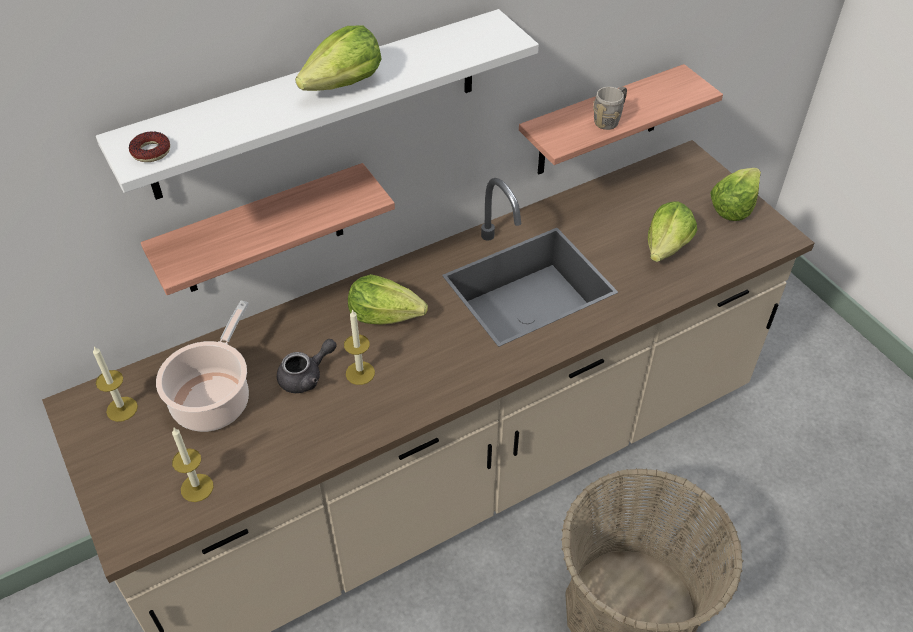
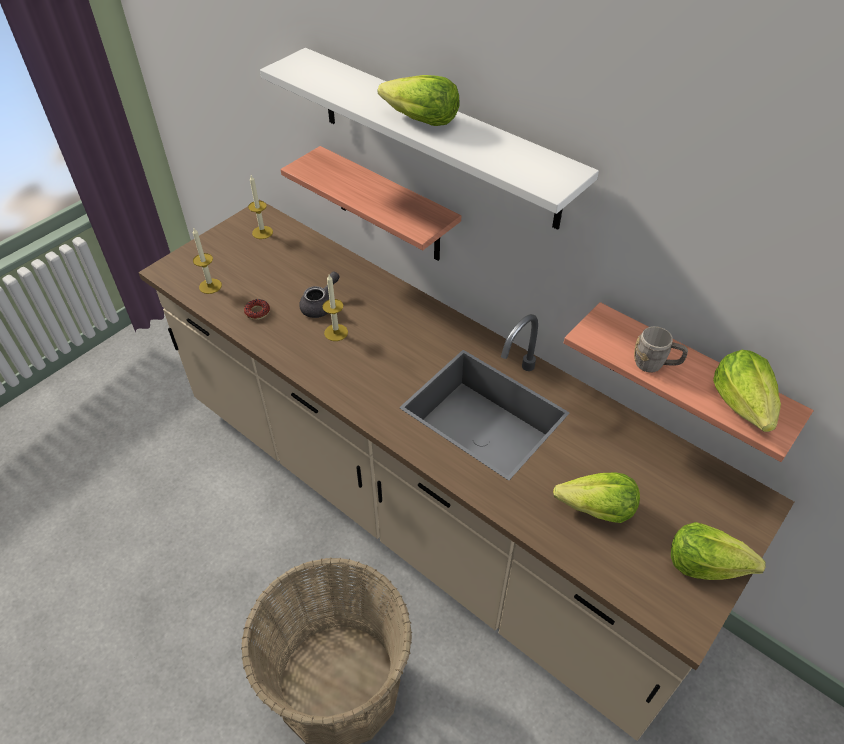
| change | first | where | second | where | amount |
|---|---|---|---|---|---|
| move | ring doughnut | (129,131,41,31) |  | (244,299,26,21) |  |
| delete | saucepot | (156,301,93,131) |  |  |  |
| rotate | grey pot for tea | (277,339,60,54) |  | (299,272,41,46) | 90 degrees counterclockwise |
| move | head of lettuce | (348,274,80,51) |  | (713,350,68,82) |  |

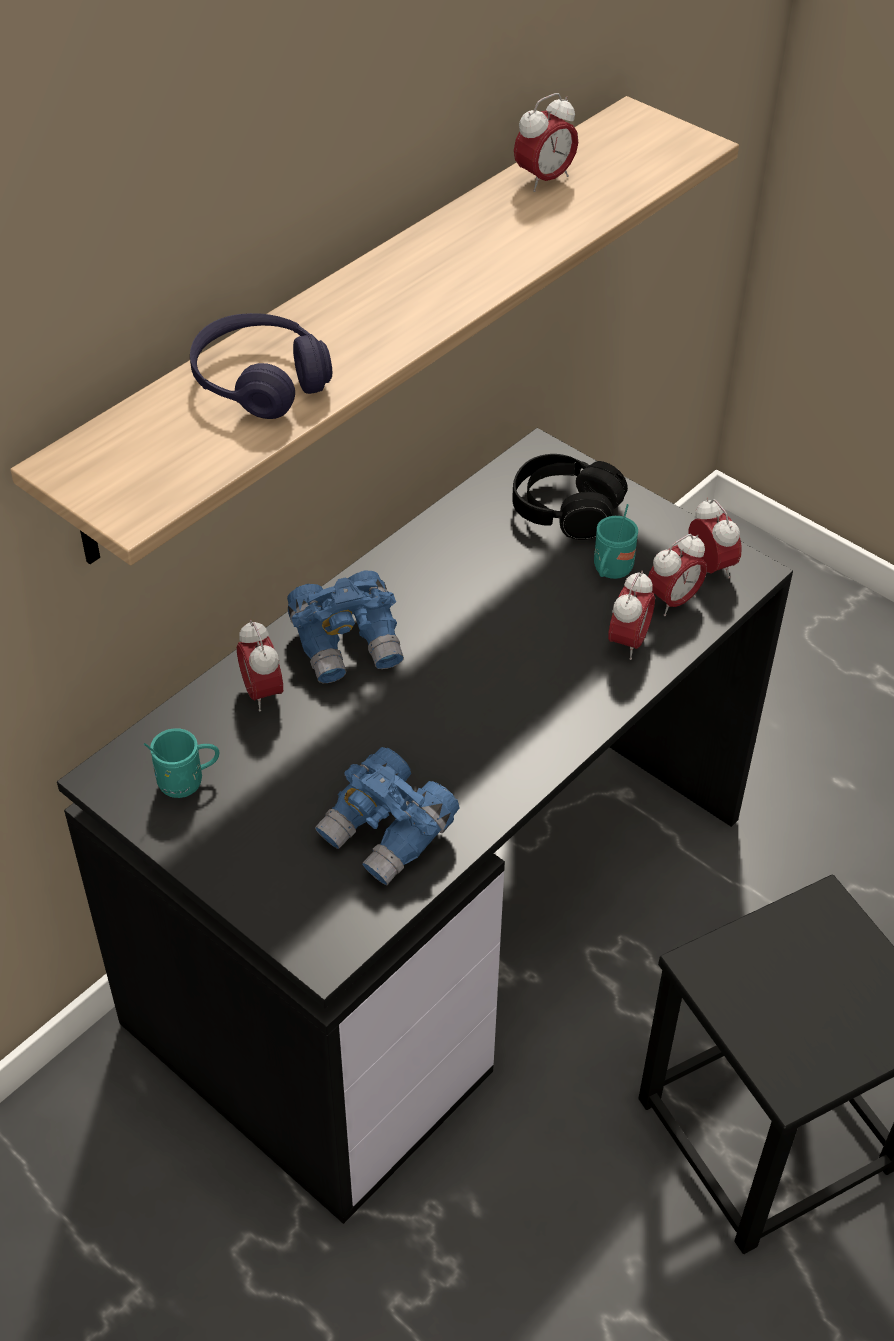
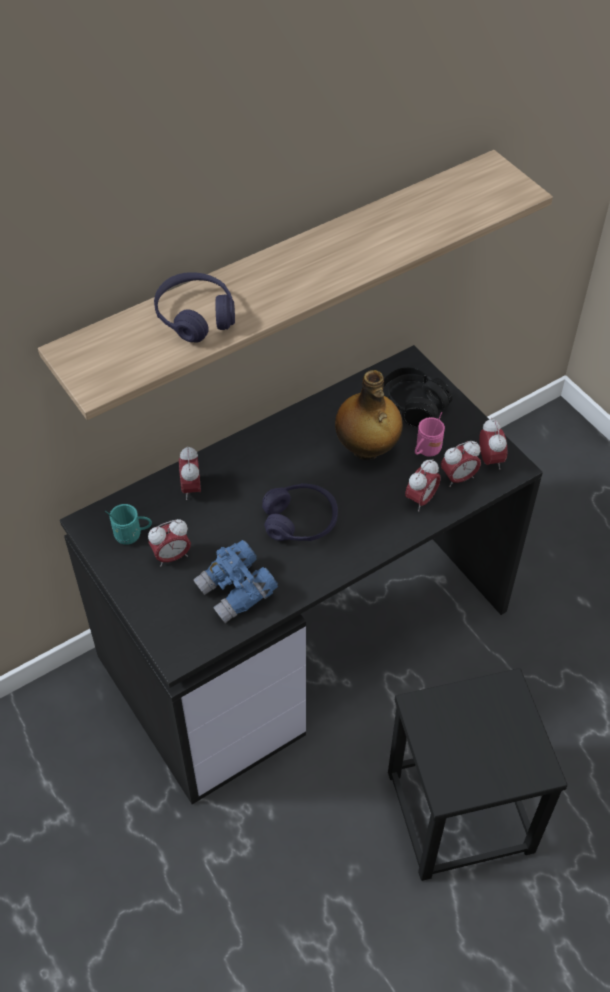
| change | first | where | second | where | amount |
|---|---|---|---|---|---|
| delete | bluish binoculars | (287,570,117,113) |  |  |  |
| move | bedside clock | (514,93,64,99) |  | (148,519,43,48) |  |
| recolor | turquoise-coloured tea mug | (594,504,44,75) | pink tea mug | (415,412,30,45) |  |
| insert |  |  | purple headphones | (262,483,76,58) |  |
| insert |  |  | beverage bottle | (335,370,68,90) |  |

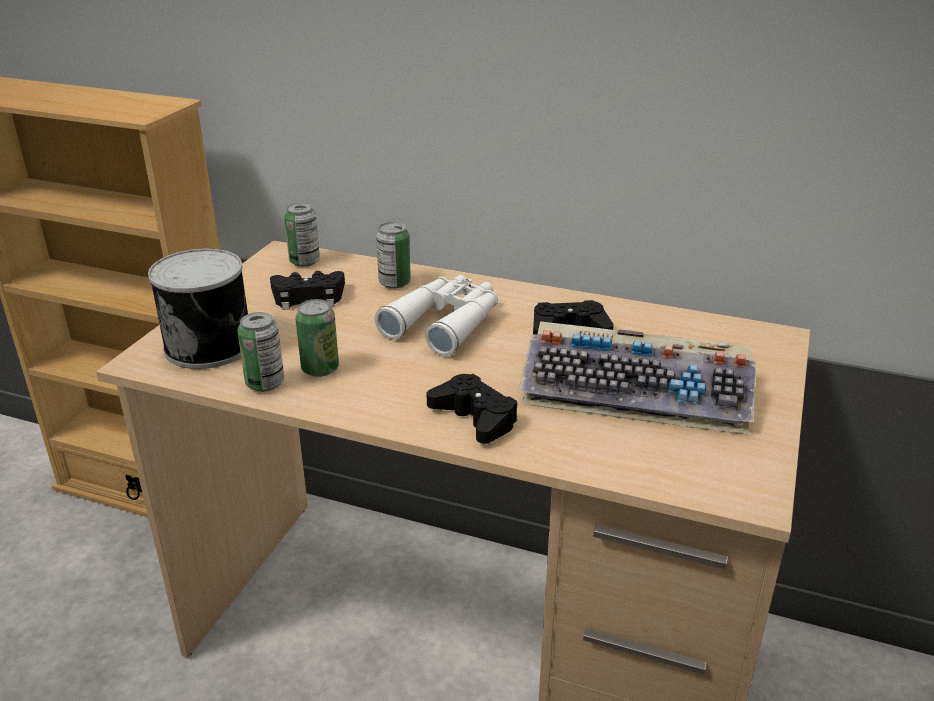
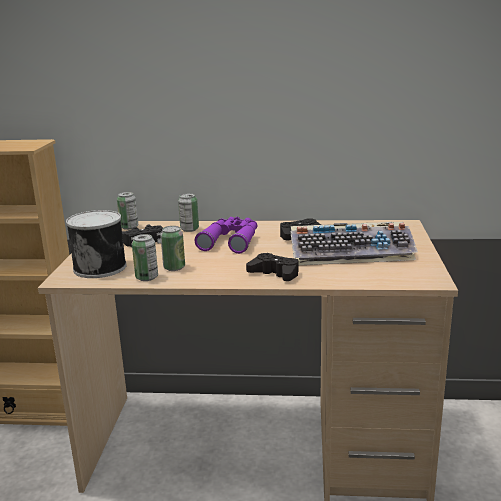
| change | first | where | second | where | amount |
|---|---|---|---|---|---|
| recolor | whitish binoculars | (375,275,123,81) | purple binoculars | (195,217,62,37) |  |

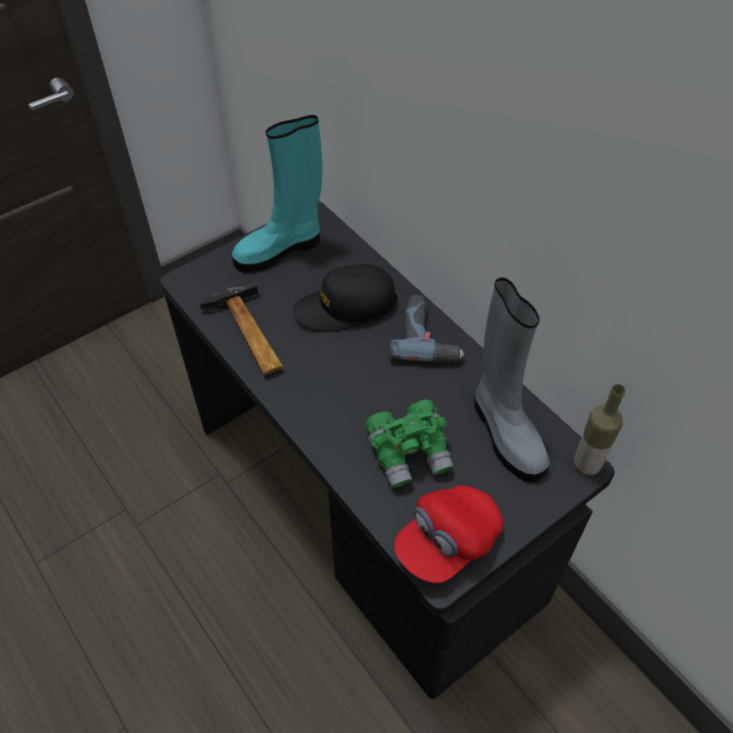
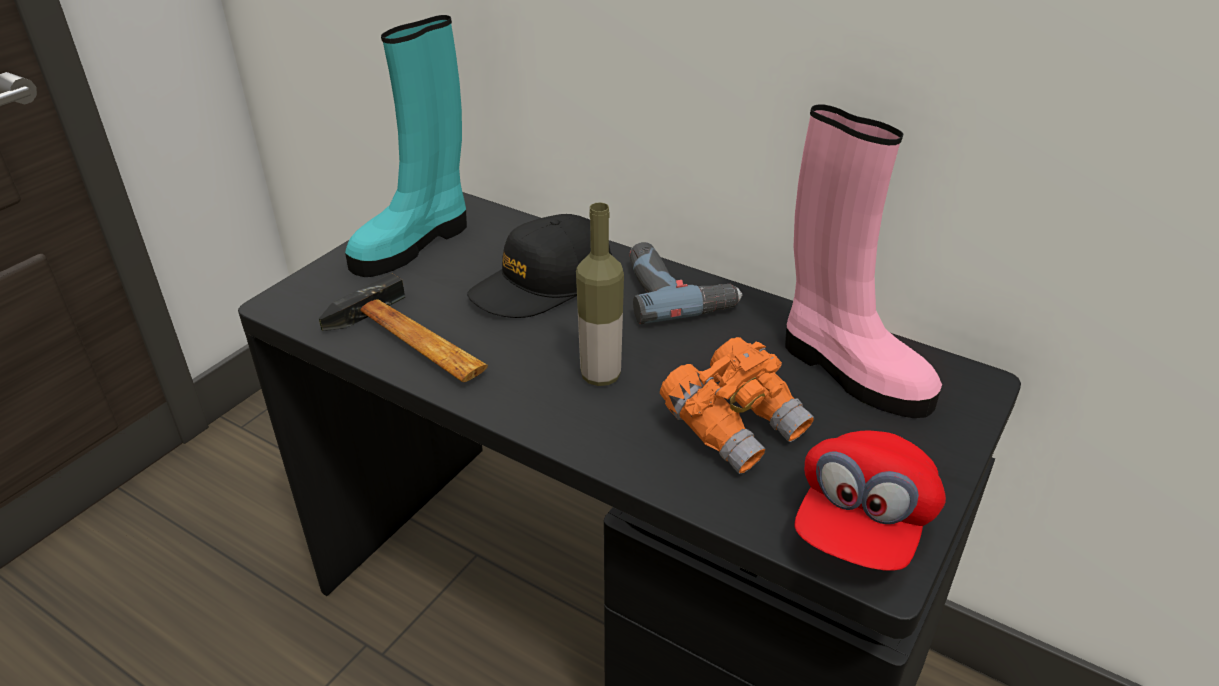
| change | first | where | second | where | amount |
|---|---|---|---|---|---|
| recolor | green-coloured binoculars | (365,399,89,89) | orange binoculars | (660,337,155,137) |  |
| recolor | grey boot | (474,277,76,206) | pink boot | (785,104,157,314) |  |
| move | beverage bottle | (574,384,51,92) |  | (576,202,48,184) |  |

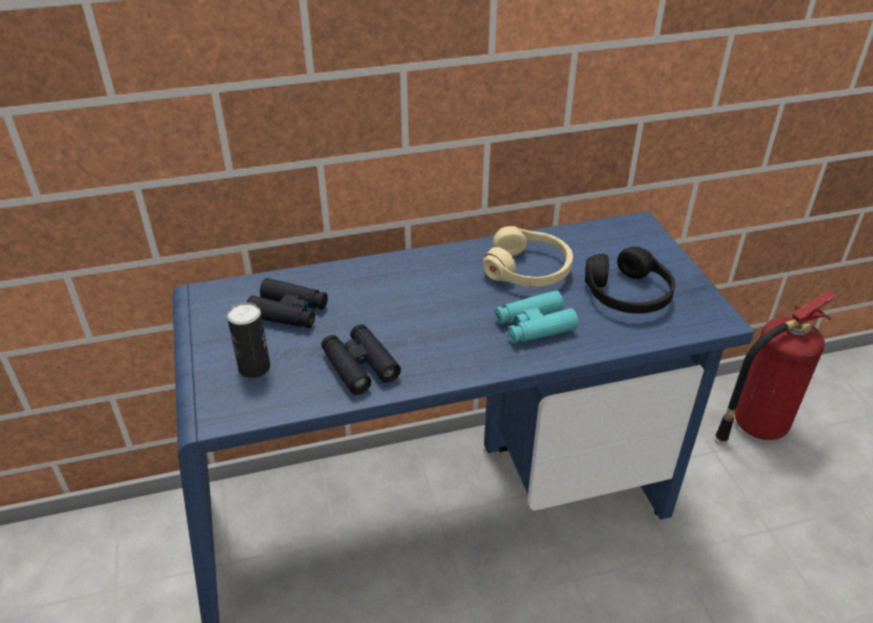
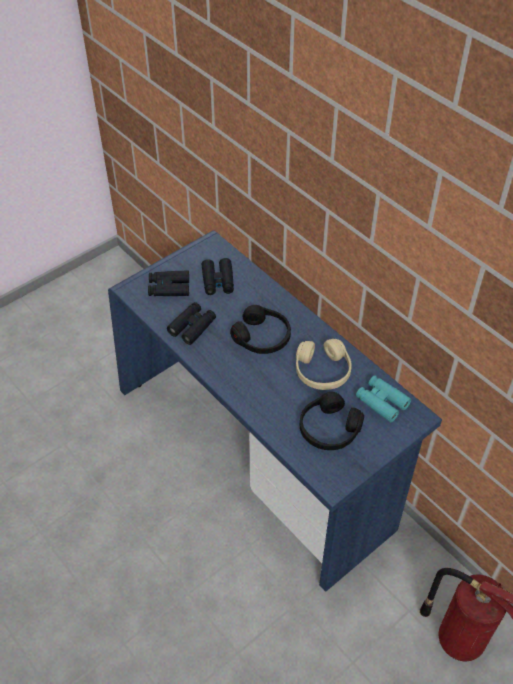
| change | first | where | second | where | amount |
|---|---|---|---|---|---|
| replace | sealed can | (227,302,43,76) | blackish binoculars | (148,270,41,26) |  |
| move | turquoise-coloured binoculars | (495,290,84,54) |  | (356,375,55,47) |  |
| insert |  |  | blackish headphones | (230,305,61,49) |  |

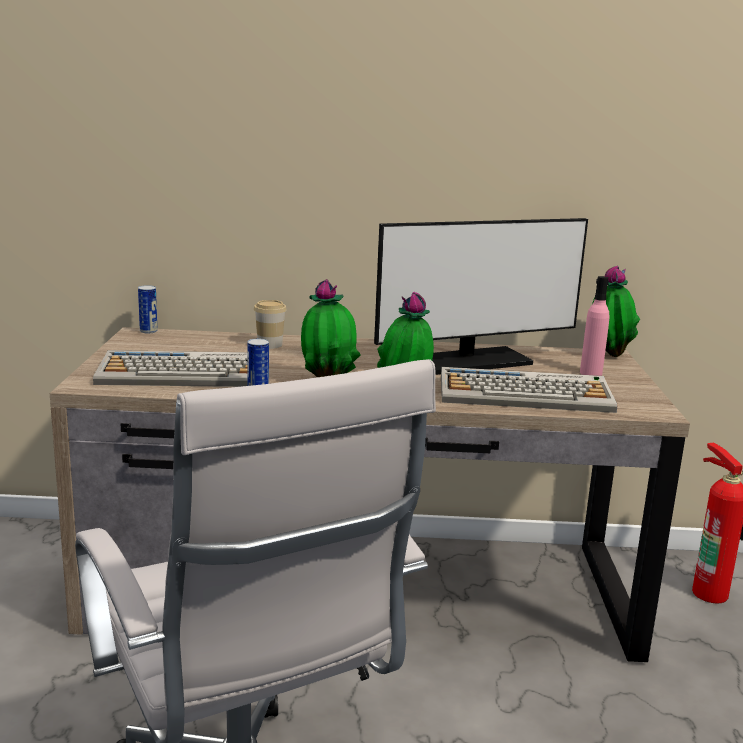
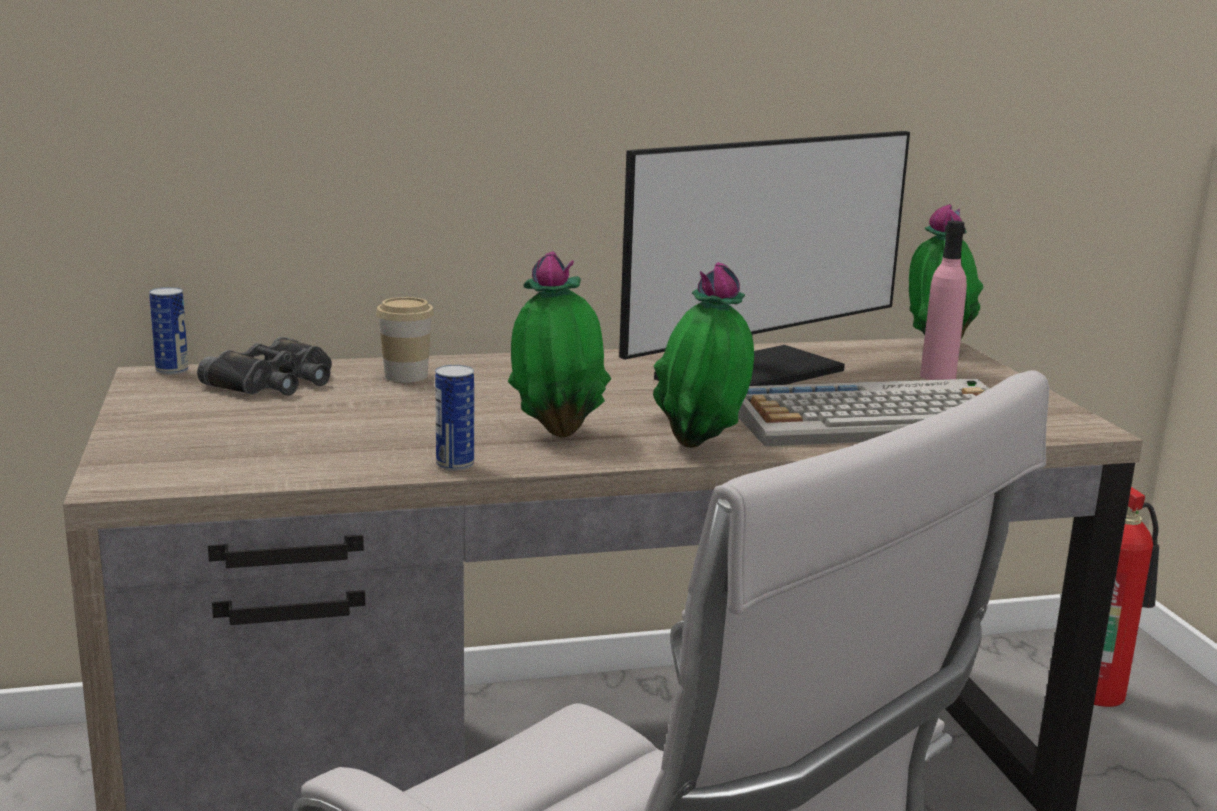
| change | first | where | second | where | amount |
|---|---|---|---|---|---|
| delete | computer keyboard | (93,350,155,37) |  |  |  |
| insert |  |  | blackish binoculars | (197,337,135,59) |  |

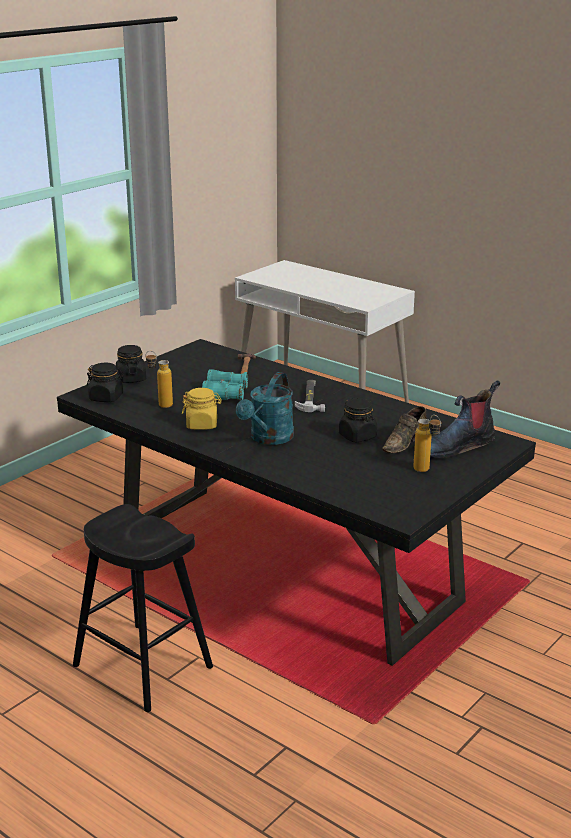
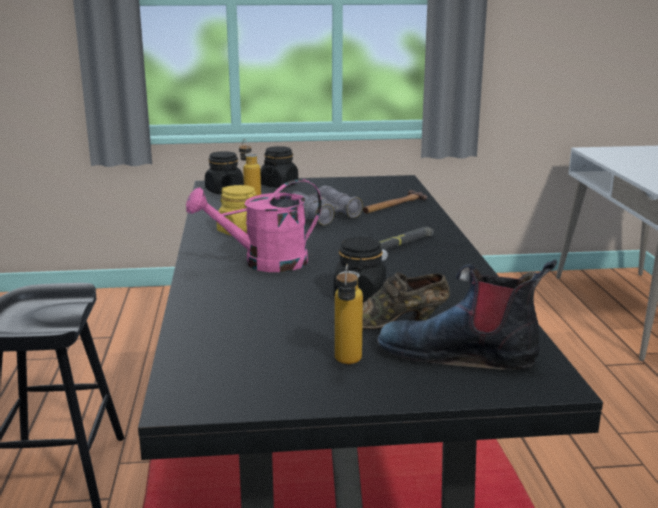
| change | first | where | second | where | amount |
|---|---|---|---|---|---|
| recolor | turquoise-coloured binoculars | (202,369,46,32) | grey binoculars | (293,185,70,40) |  |
| recolor | turquoise-coloured watering pot | (236,372,58,73) | pink watering pot | (186,179,136,93) |  |

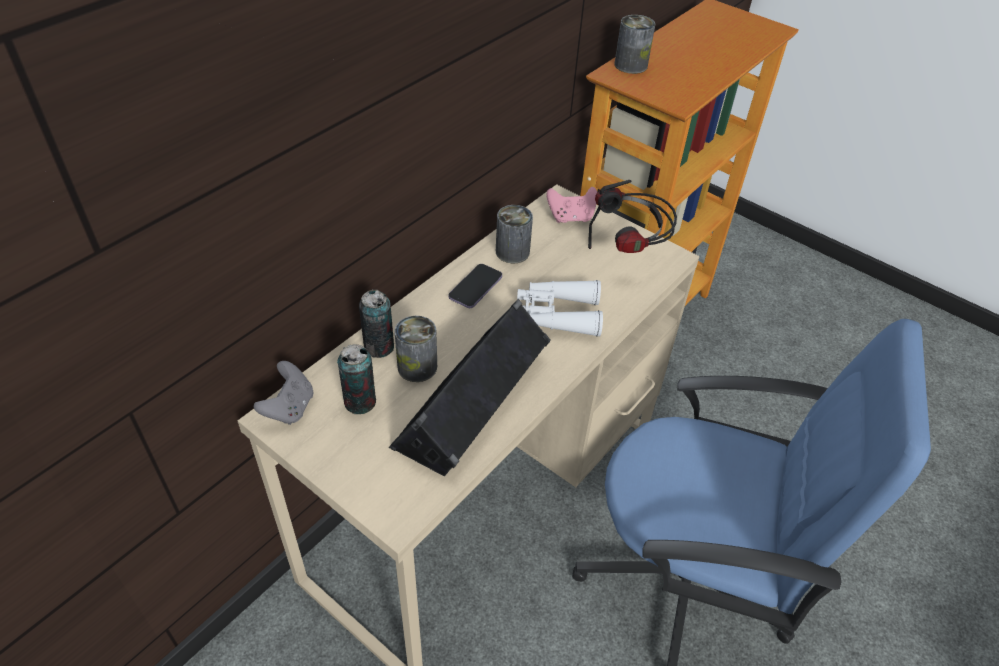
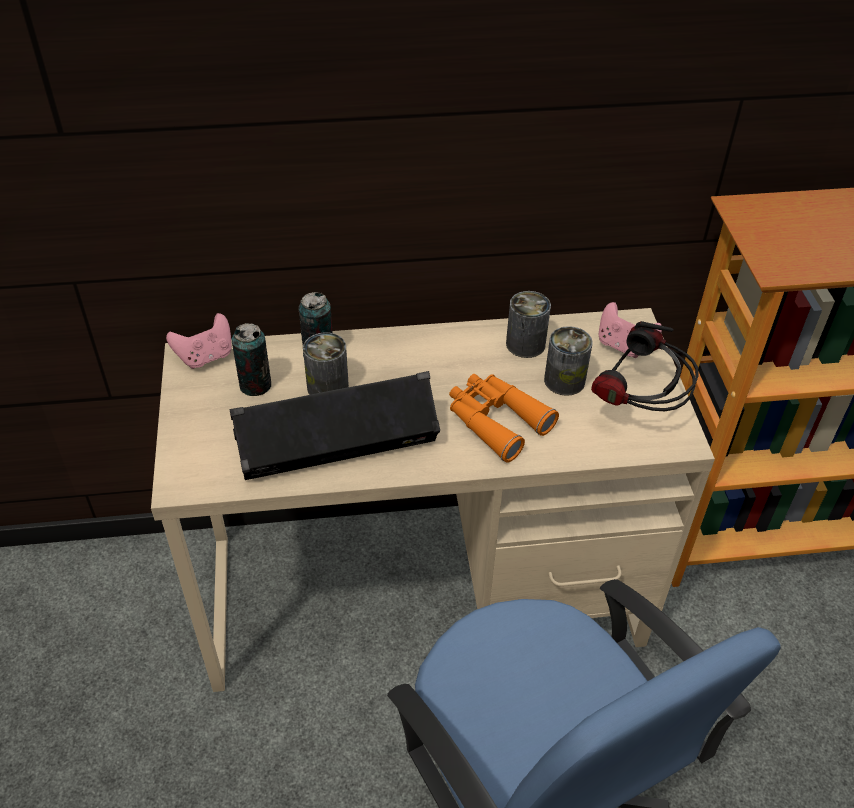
| change | first | where | second | where | amount |
|---|---|---|---|---|---|
| recolor | grey gamepad | (254,361,59,64) | pink gamepad | (166,313,66,56) |  |
| delete | phone | (448,264,54,44) |  |  |  |
| recolor | whitish binoculars | (517,280,86,57) | orange binoculars | (449,374,110,89) |  |
| move | sealed can | (614,15,41,59) |  | (544,326,48,70) |  |

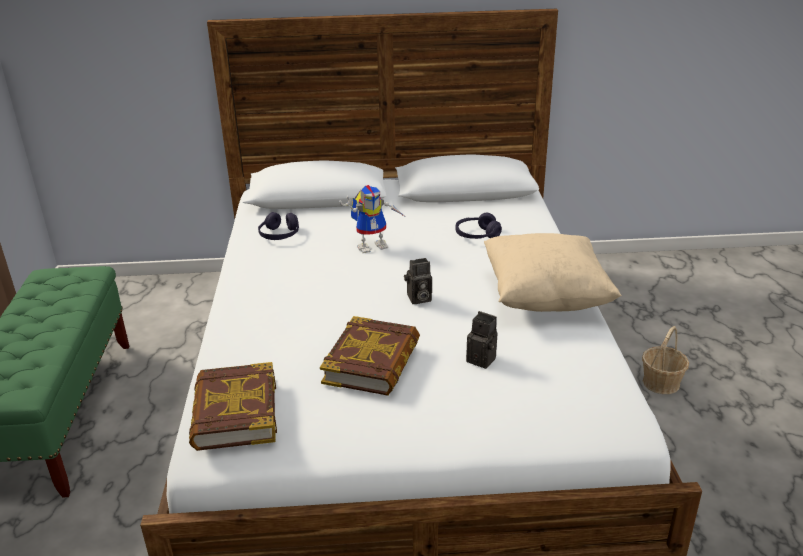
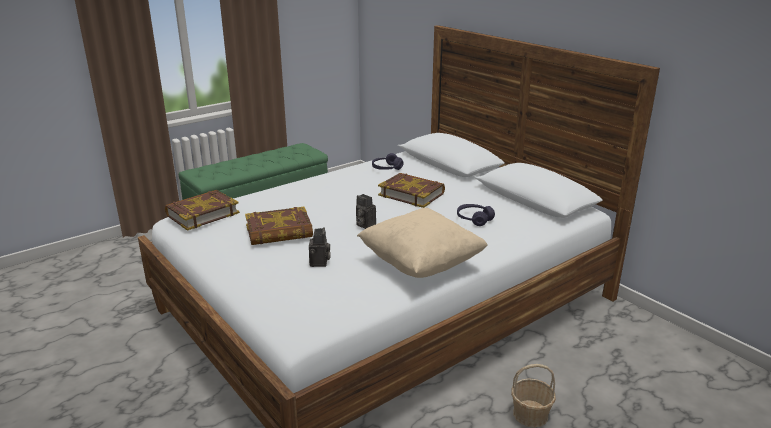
| change | first | where | second | where | amount |
|---|---|---|---|---|---|
| replace | model robot | (339,185,65,68) | book | (378,173,67,35) |  |

